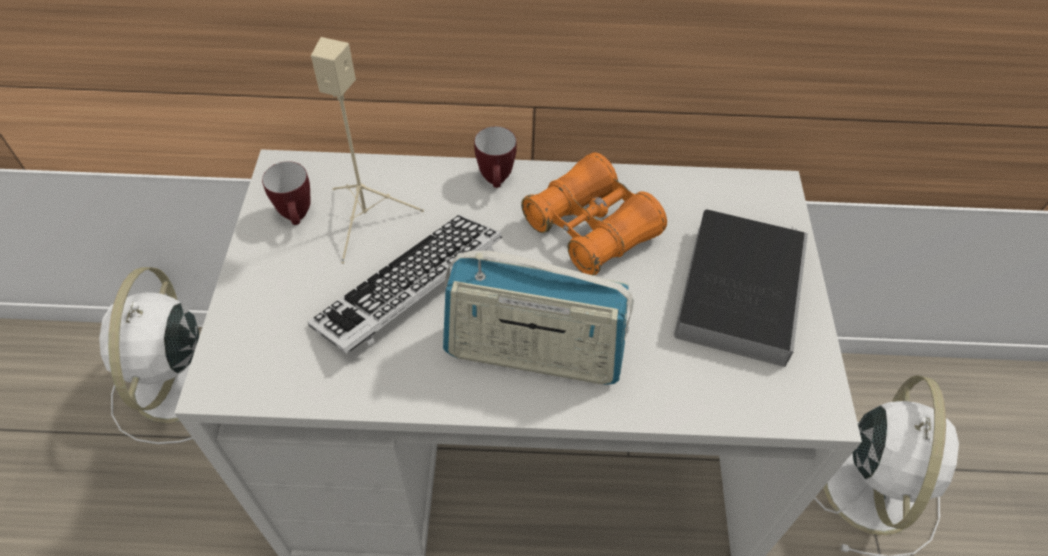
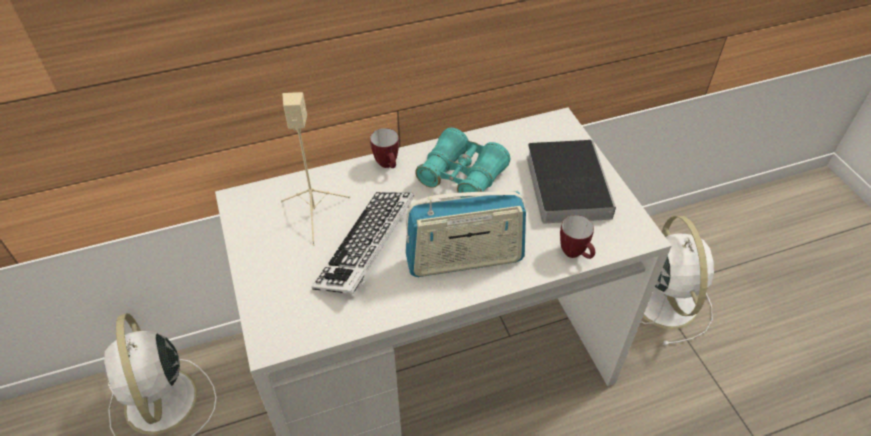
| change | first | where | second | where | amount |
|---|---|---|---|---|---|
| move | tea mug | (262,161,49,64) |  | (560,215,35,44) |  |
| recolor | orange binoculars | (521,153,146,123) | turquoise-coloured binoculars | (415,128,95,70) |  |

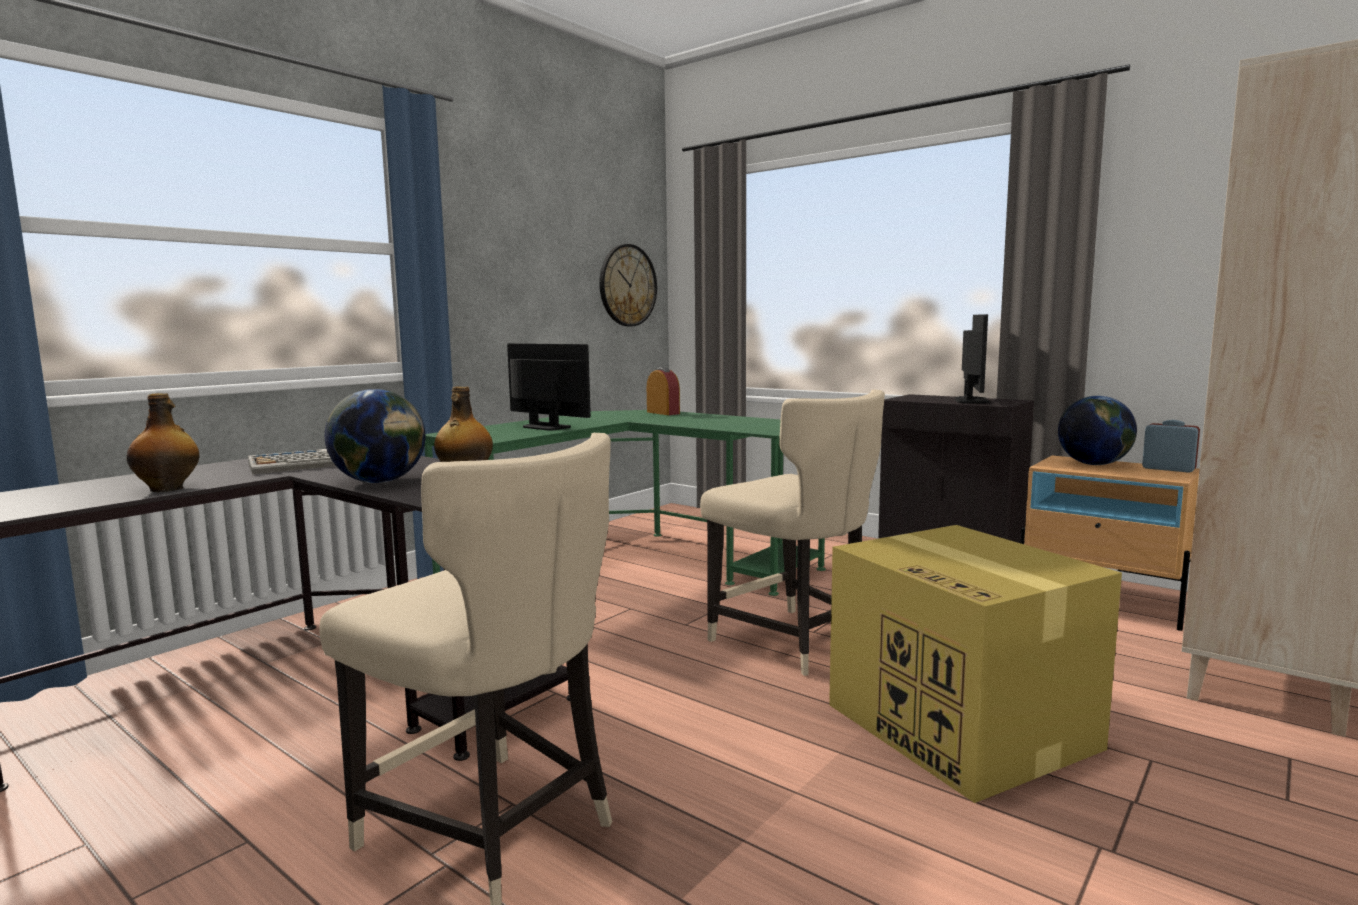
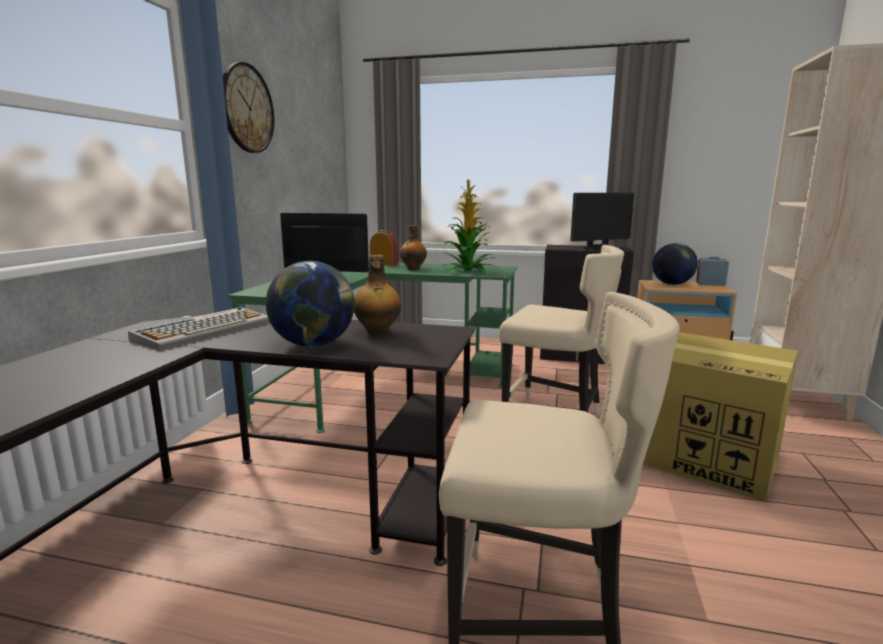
| change | first | where | second | where | amount |
|---|---|---|---|---|---|
| move | beverage bottle | (127,393,72,99) |  | (400,225,27,45) |  |
| move | wall clock | (599,244,58,82) |  | (223,62,51,91) |  |
| rotate | monitor | (955,314,35,90) |  | (570,193,64,57) | 75 degrees clockwise |
| insert |  |  | plant in a pot | (441,179,54,94) |  |

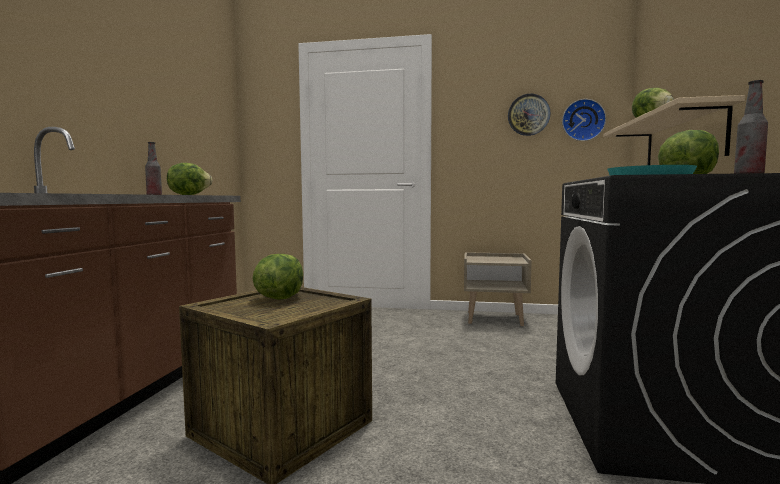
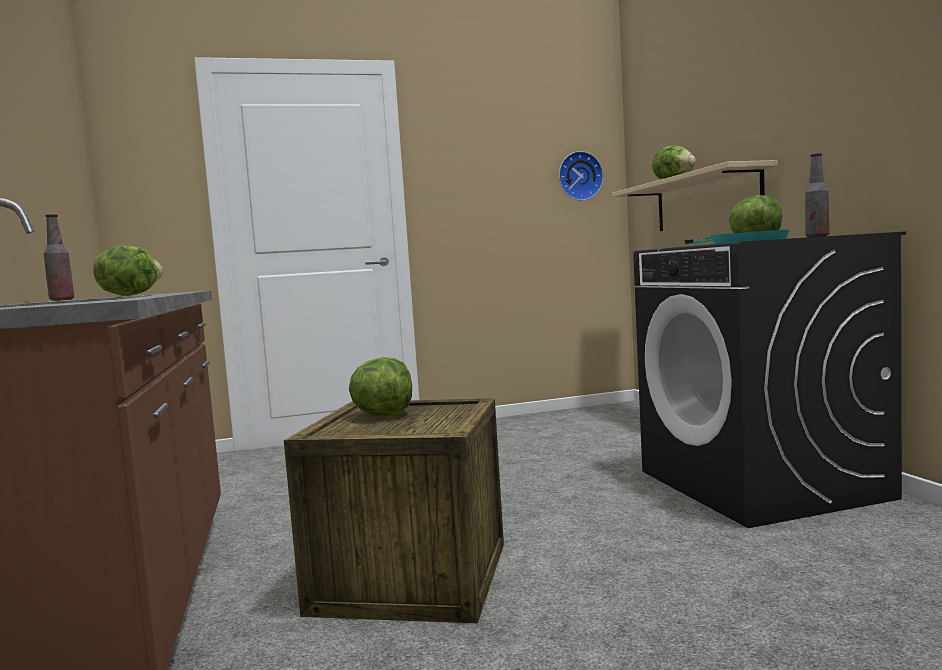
| change | first | where | second | where | amount |
|---|---|---|---|---|---|
| delete | beige night table | (464,252,68,74) |  |  |  |
| delete | wall clock | (508,94,43,42) |  |  |  |

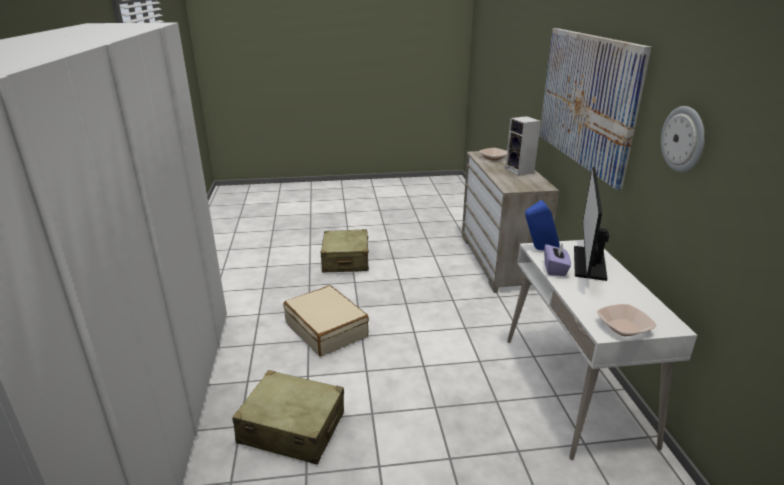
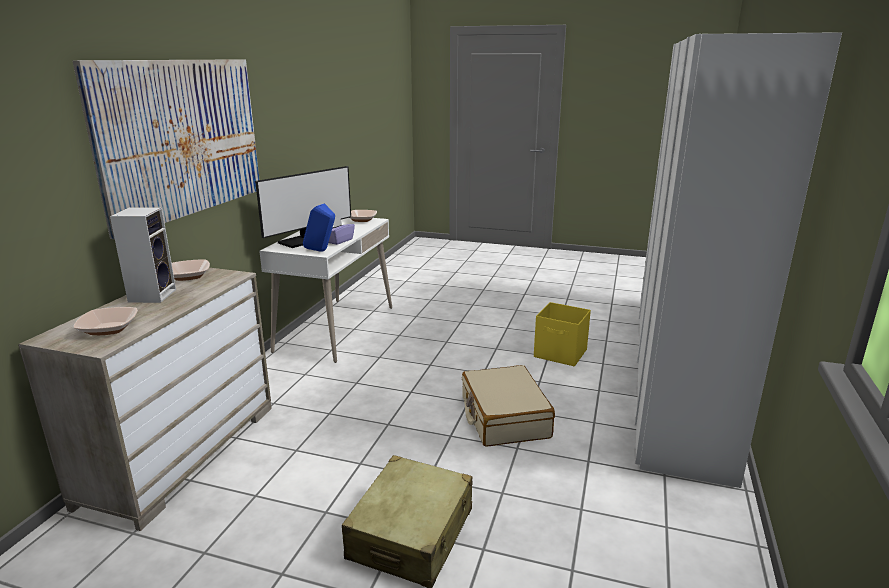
| change | first | where | second | where | amount |
|---|---|---|---|---|---|
| replace | beige travel case | (232,370,112,95) | yellow storage bin | (534,302,57,64) |  |
| delete | wall clock | (661,106,44,66) |  |  |  |
| insert |  |  | bowl | (172,260,38,21) |  |

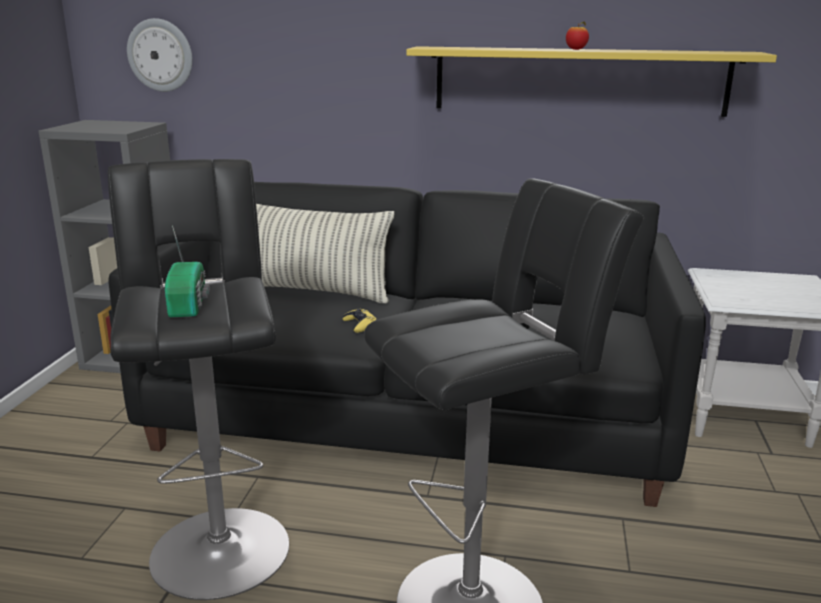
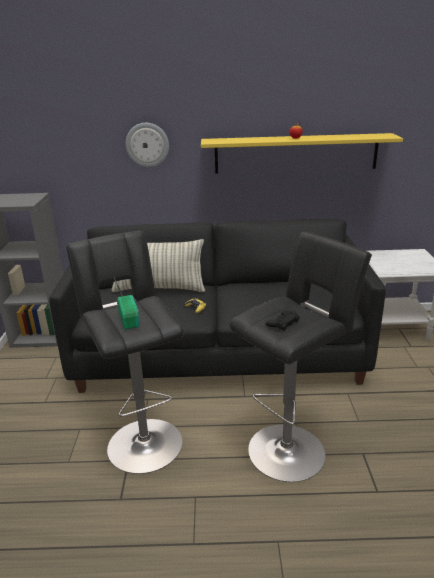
| change | first | where | second | where | amount |
|---|---|---|---|---|---|
| move | wall clock | (127,18,66,74) |  | (126,123,43,44) |  |
| insert |  |  | blackish gamepad | (266,310,34,21) |  |

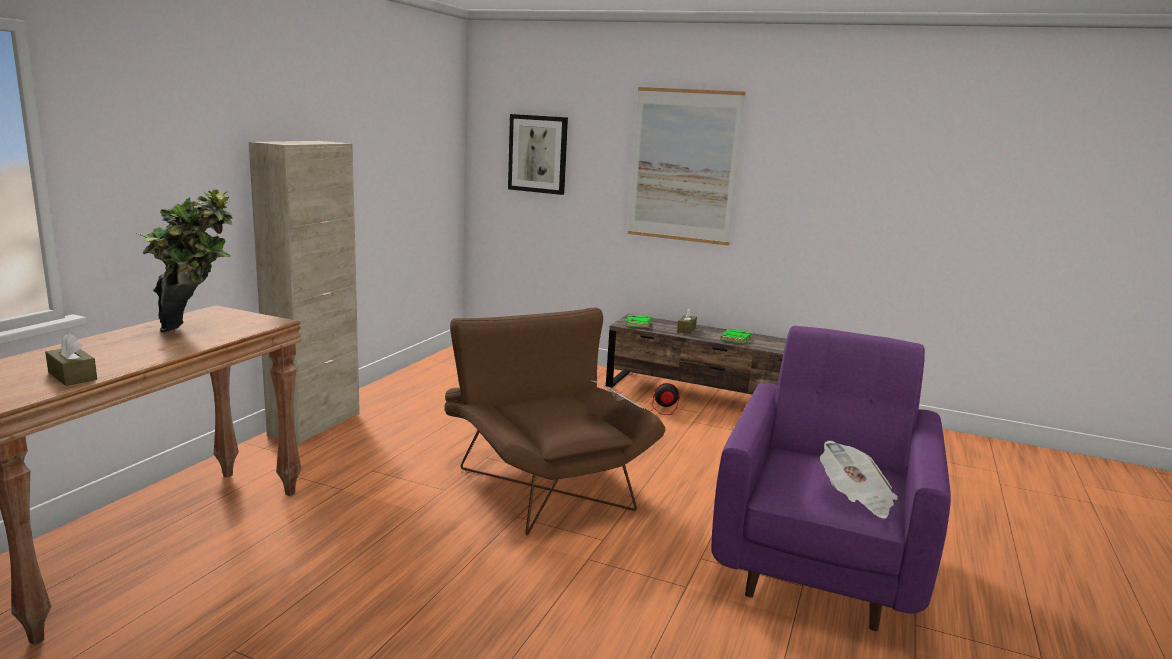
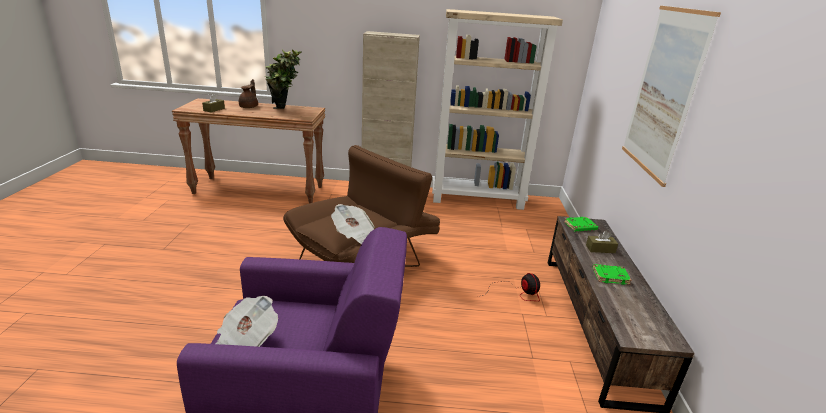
| change | first | where | second | where | amount |
|---|---|---|---|---|---|
| delete | wall art | (508,114,60,81) |  |  |  |
| insert |  |  | brown-coloured pot for tea | (239,79,19,29) |  |
| insert |  |  | beige bookcase | (432,9,131,201) |  |

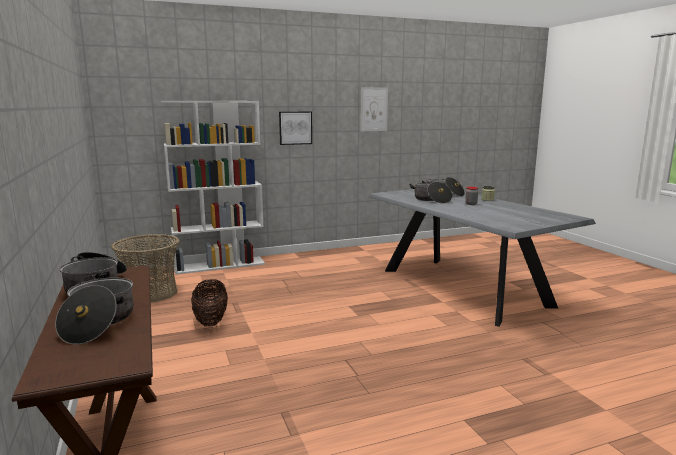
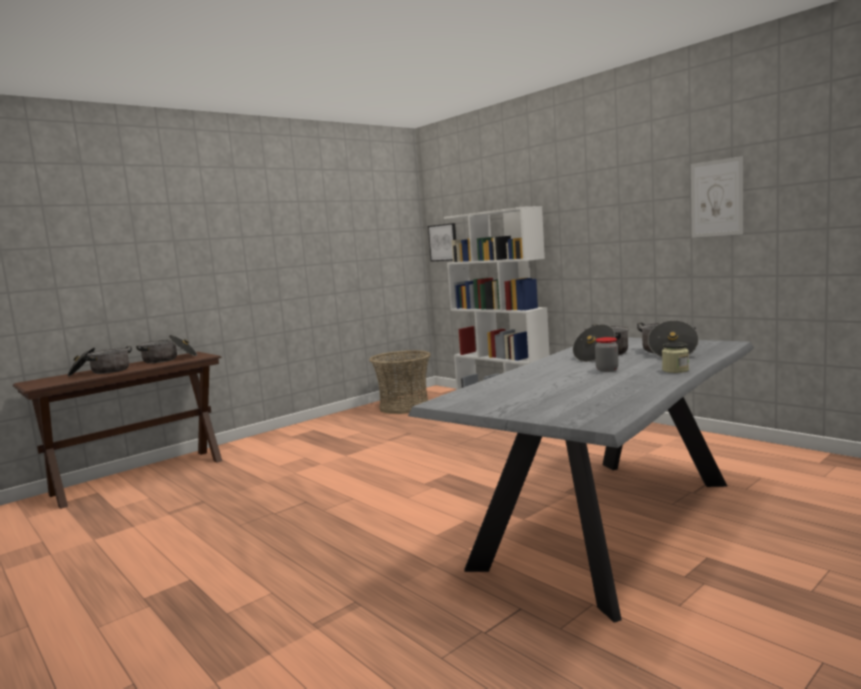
| change | first | where | second | where | amount |
|---|---|---|---|---|---|
| delete | storage basket | (191,279,37,47) |  |  |  |
| move | wall art | (279,112,33,33) |  | (428,223,28,39) |  |

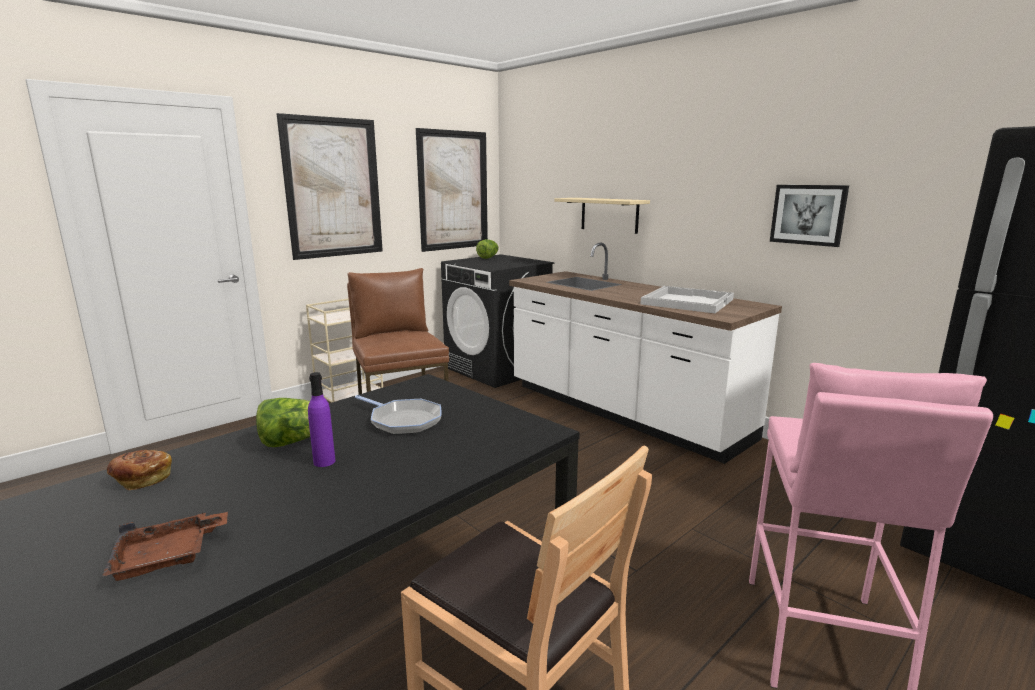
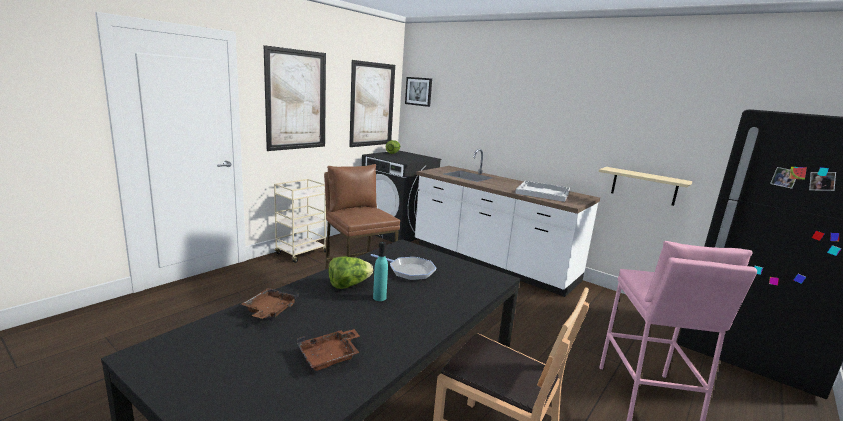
| change | first | where | second | where | amount |
|---|---|---|---|---|---|
| replace | baked bread | (107,450,65,40) | brown-coloured carrying tray | (241,288,58,31) |  |
| recolor | purple beverage bottle | (308,372,28,95) | turquoise-coloured beverage bottle | (373,242,15,59) |  |
| move | beige shelf | (554,198,96,36) |  | (599,167,93,39) |  |
| move | wall art | (770,185,79,62) |  | (405,77,27,30) |  |

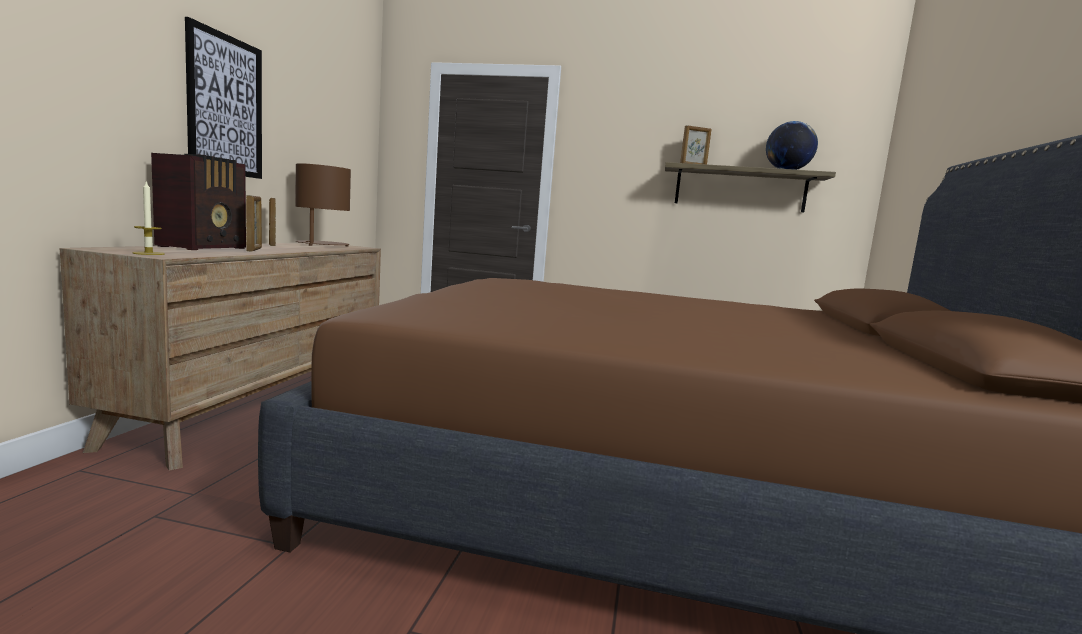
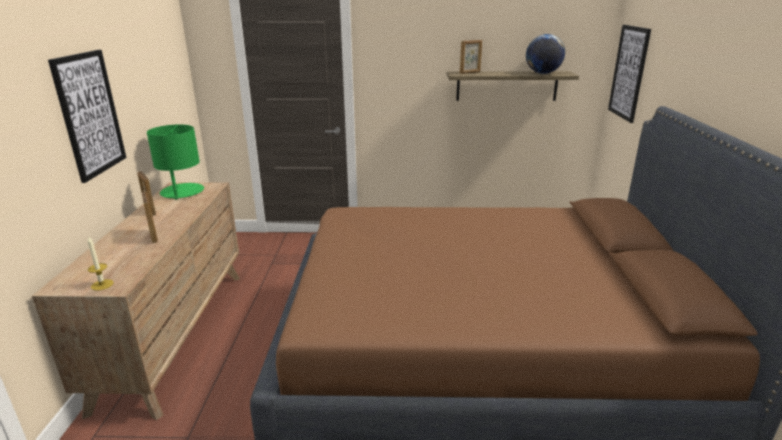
| change | first | where | second | where | amount |
|---|---|---|---|---|---|
| delete | radio receiver | (151,153,95,97) |  |  |  |
| recolor | brown-coloured lamp for a table | (295,163,56,84) | green-coloured lamp for a table | (147,124,57,76) |  |
| insert |  |  | wall art | (608,25,43,98) |  |

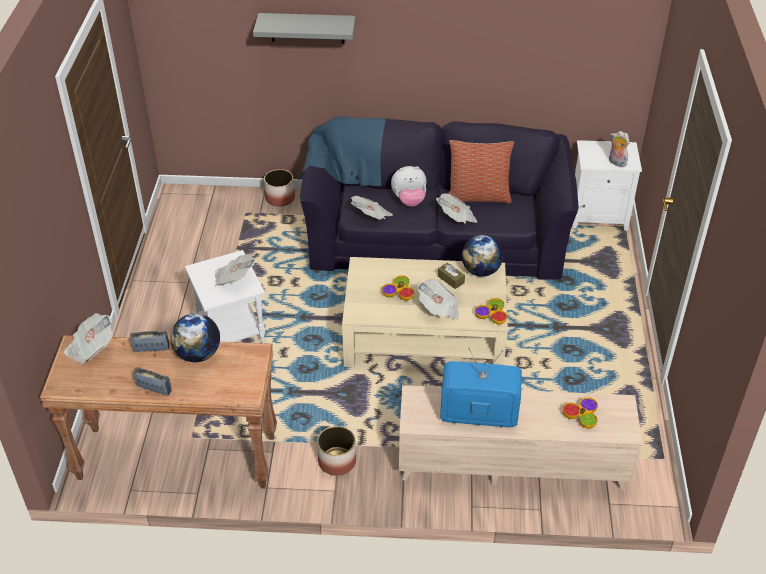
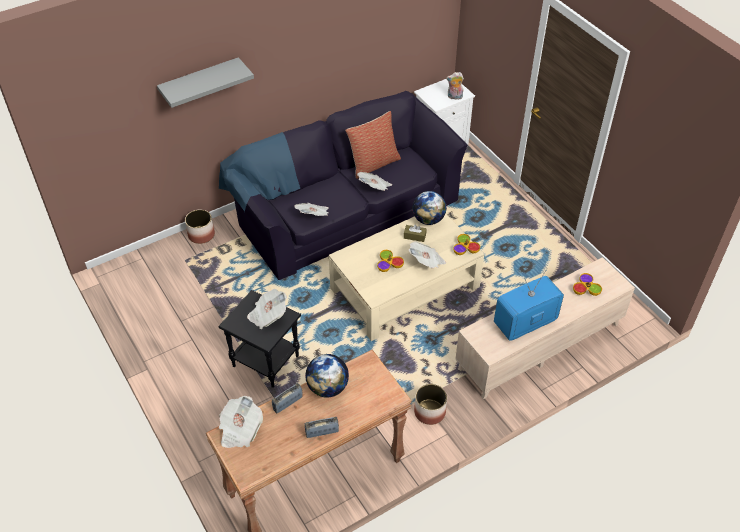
| change | first | where | second | where | amount |
|---|---|---|---|---|---|
| recolor | whitish accent table | (185,250,80,93) | blackish accent table | (218,290,83,98) |  |
| delete | cuddly toy | (391,166,36,41) |  |  |  |

